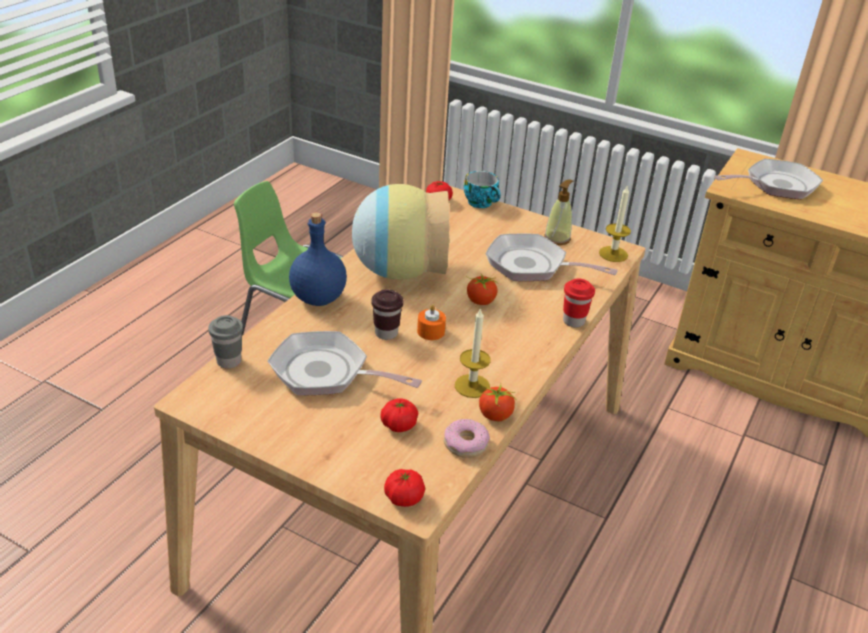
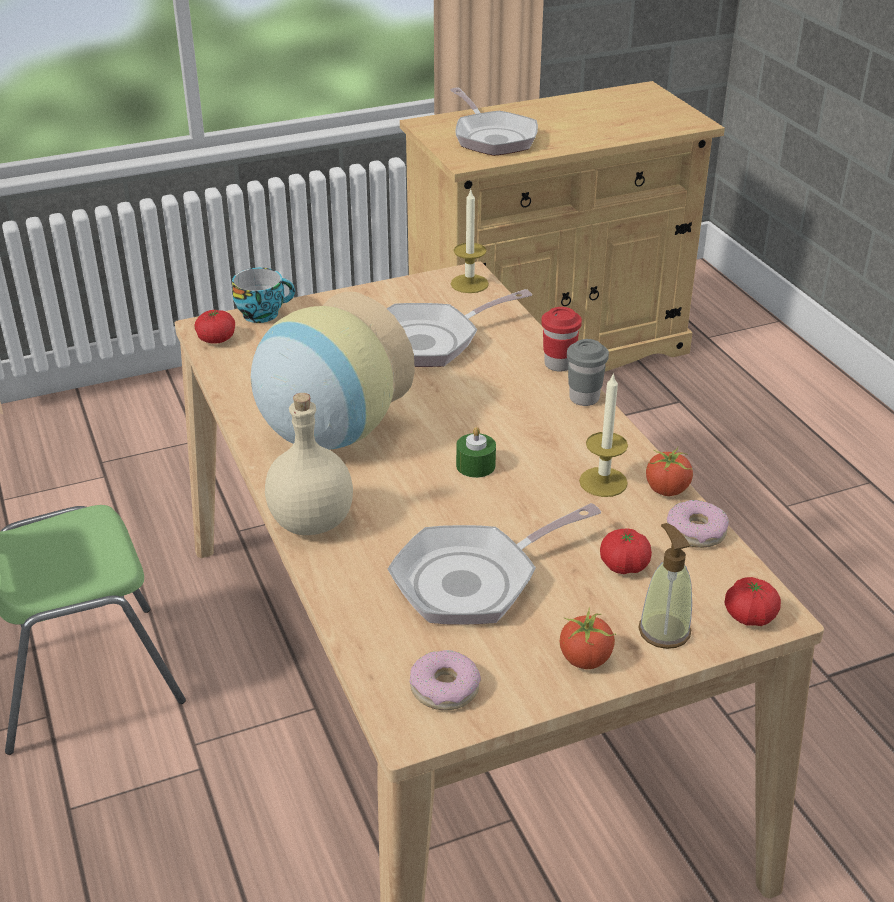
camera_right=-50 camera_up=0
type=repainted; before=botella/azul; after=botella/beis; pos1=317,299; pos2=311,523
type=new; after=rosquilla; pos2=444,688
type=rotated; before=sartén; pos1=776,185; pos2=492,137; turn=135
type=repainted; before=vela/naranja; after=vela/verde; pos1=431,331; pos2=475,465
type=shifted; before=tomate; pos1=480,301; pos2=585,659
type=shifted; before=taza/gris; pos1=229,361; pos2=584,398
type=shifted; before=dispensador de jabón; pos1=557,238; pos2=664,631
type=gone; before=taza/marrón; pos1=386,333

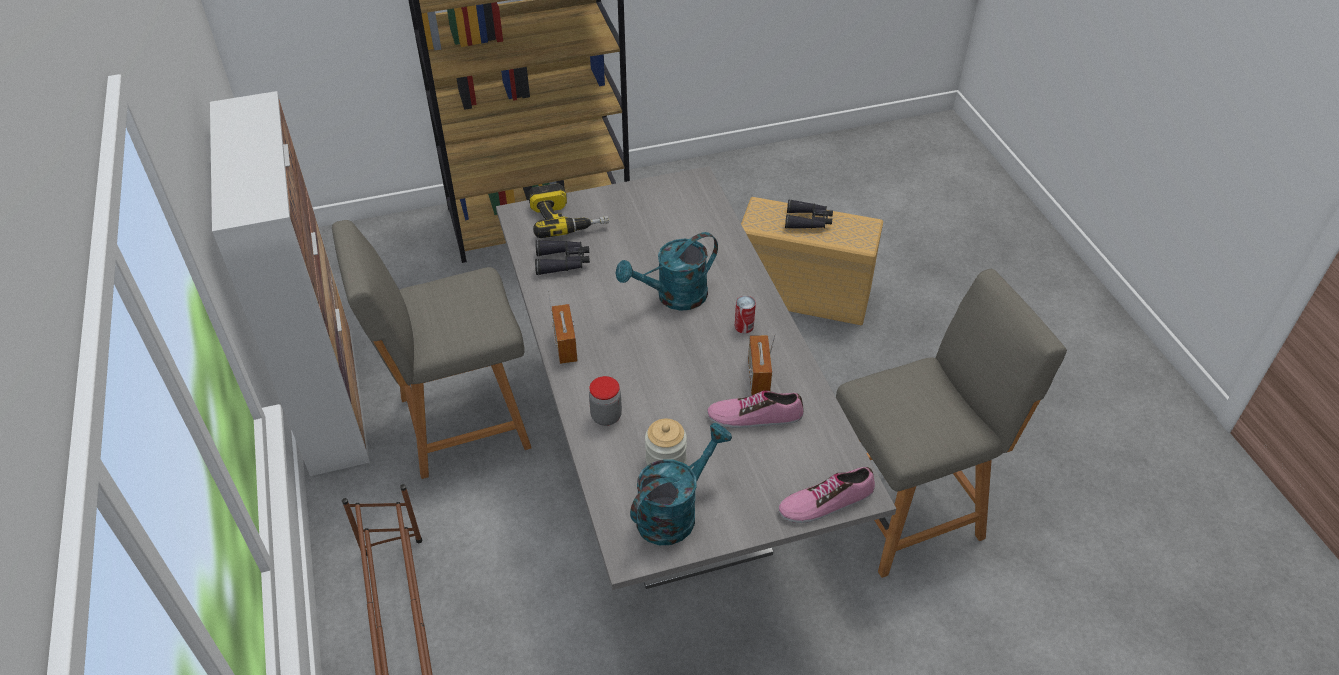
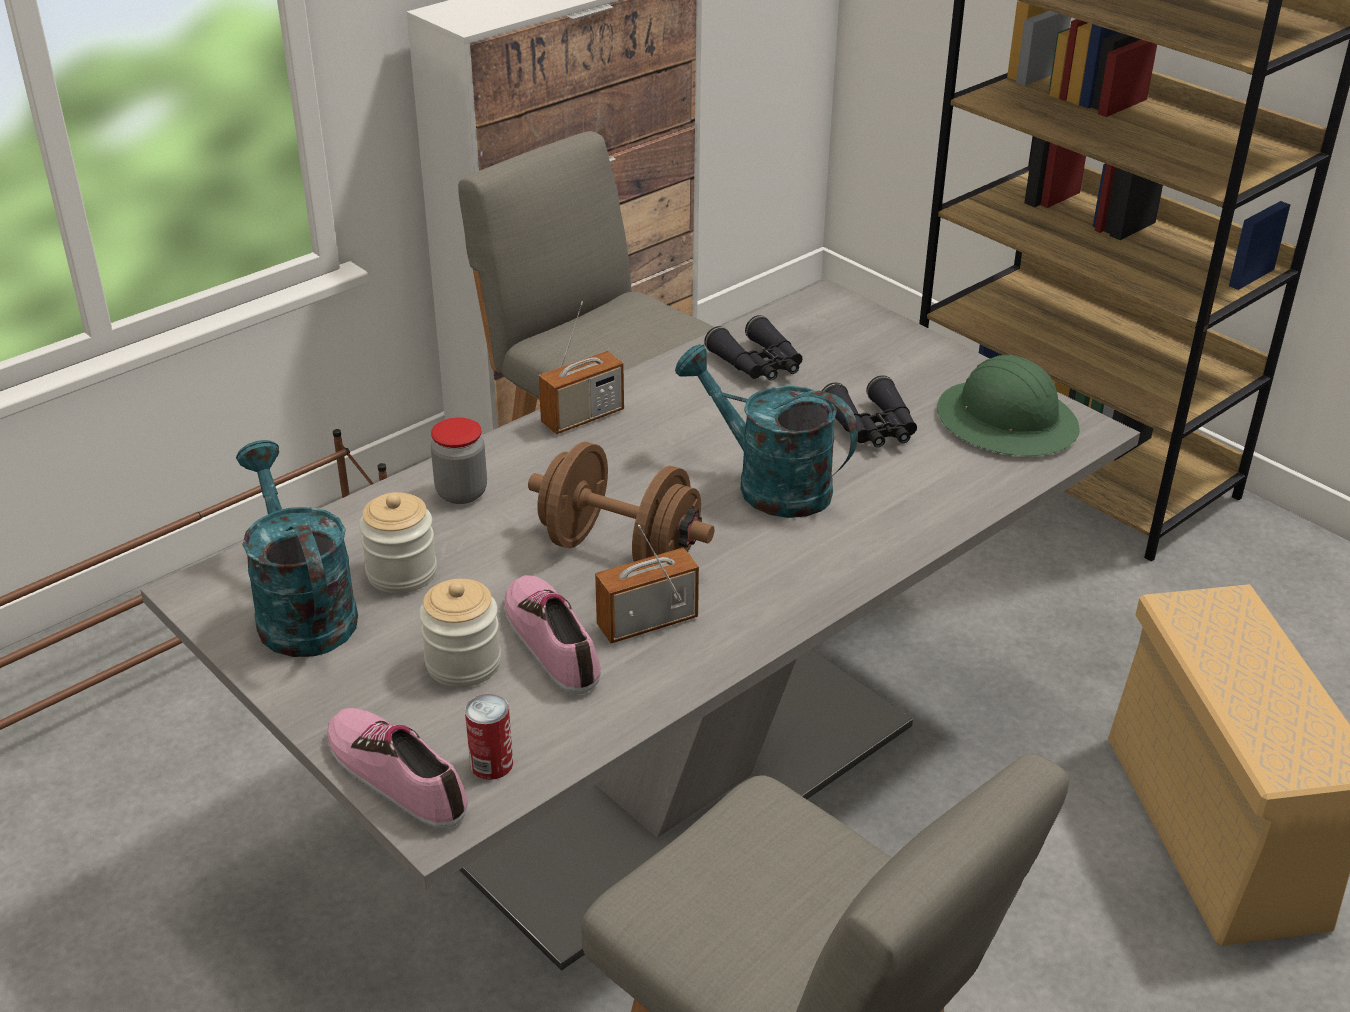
camera_right=65 camera_up=-10
type=rotated; before=regadera/turquesa; pos1=674,512; pos2=300,610; turn=-135
type=new; after=tarro; pos2=463,663
type=shifted; before=lata; pos1=744,326; pos2=491,764
type=new; after=mancuerna/marrón; pos2=620,550
type=shifted; before=prismáticos/negro; pos1=808,221; pos2=872,428
type=new; after=casco/verde; pos2=1007,422
type=gone; before=taladro; pos1=567,218

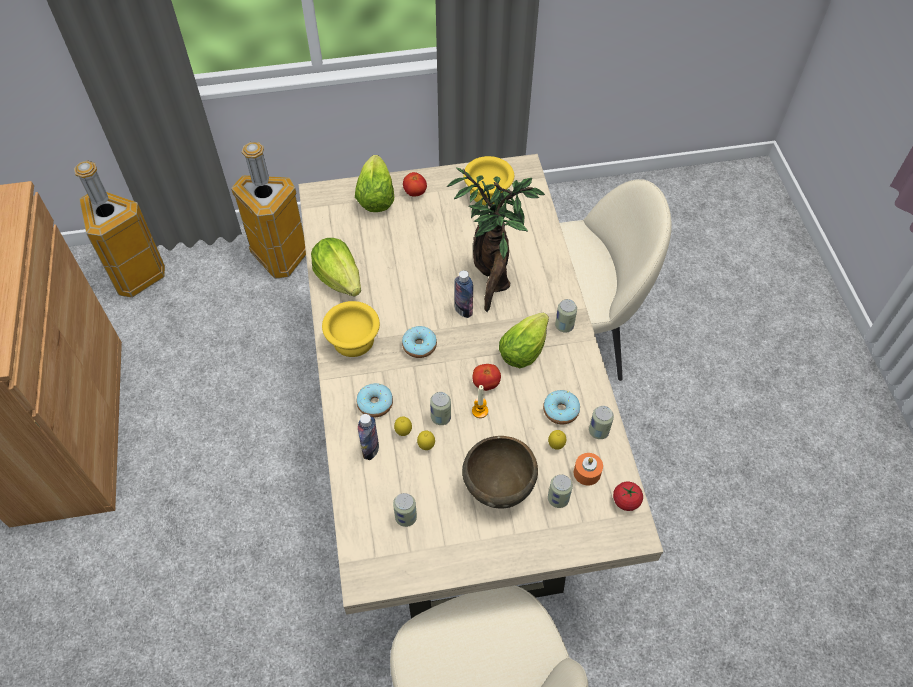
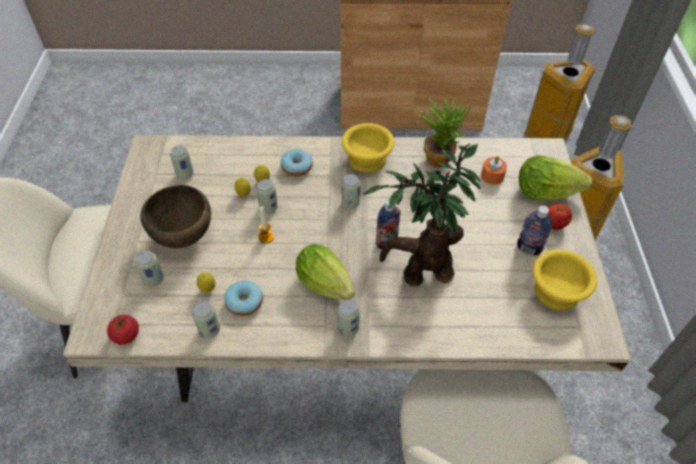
camera_right=100 camera_up=-5
type=swapped; before=rosquilla; after=lata; pos1=419,346; pos2=350,203
type=swapped; before=lechuga; after=planta en maceta; pos1=339,279; pos2=439,156
type=shifted; before=vela/naranja; pos1=587,473; pos2=492,176
type=shifted; before=botella; pos1=370,449; pos2=528,249
type=gone; before=tomate; pos1=486,383

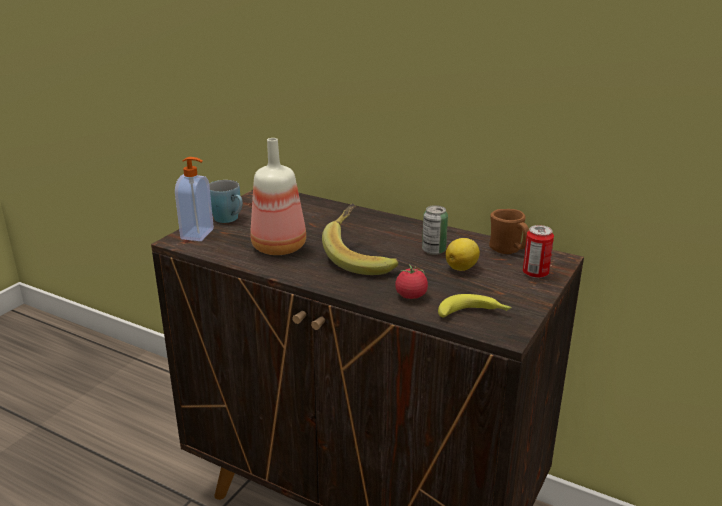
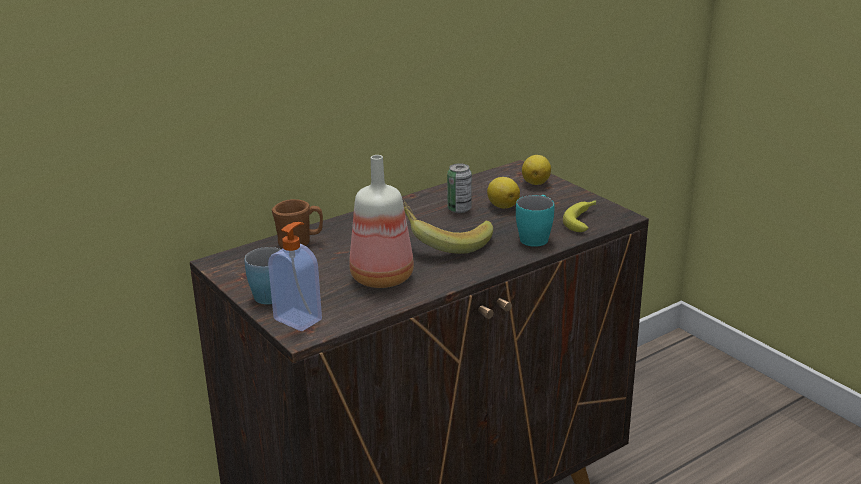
camera_right=-65 camera_up=0
type=shifted; before=taza grande/marrón; pos1=508,250; pos2=299,243
type=swapped; before=tomate; after=taza grande/turquesa; pos1=411,296; pos2=535,237
type=swapped; before=lata; after=limón; pos1=535,274; pos2=536,182

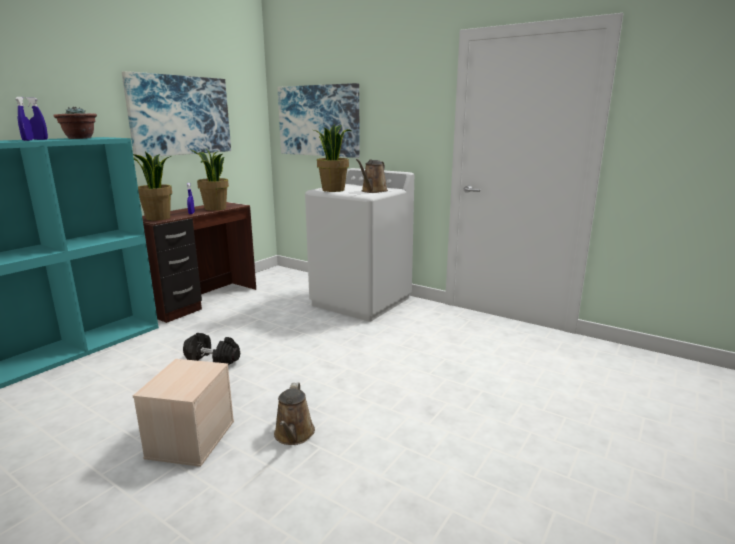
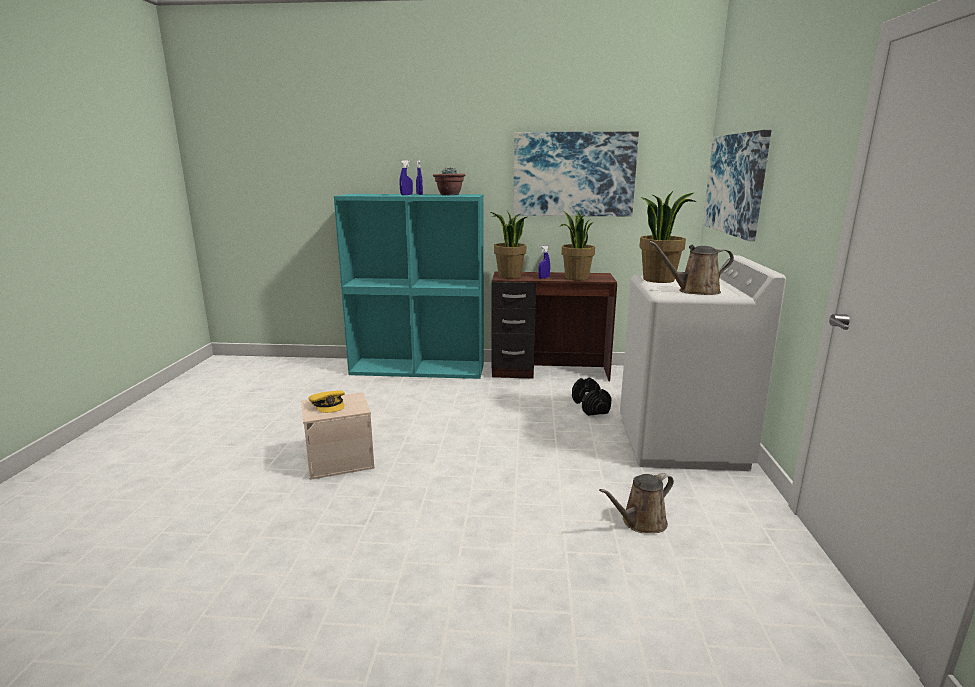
camera_right=60 camera_up=0
type=new; after=gorra/amarillo; pos2=328,405
type=shifted; before=mancuerna/negro; pos1=213,360; pos2=590,407
type=shifted; before=regadera/marrón; pos1=293,435; pos2=640,522

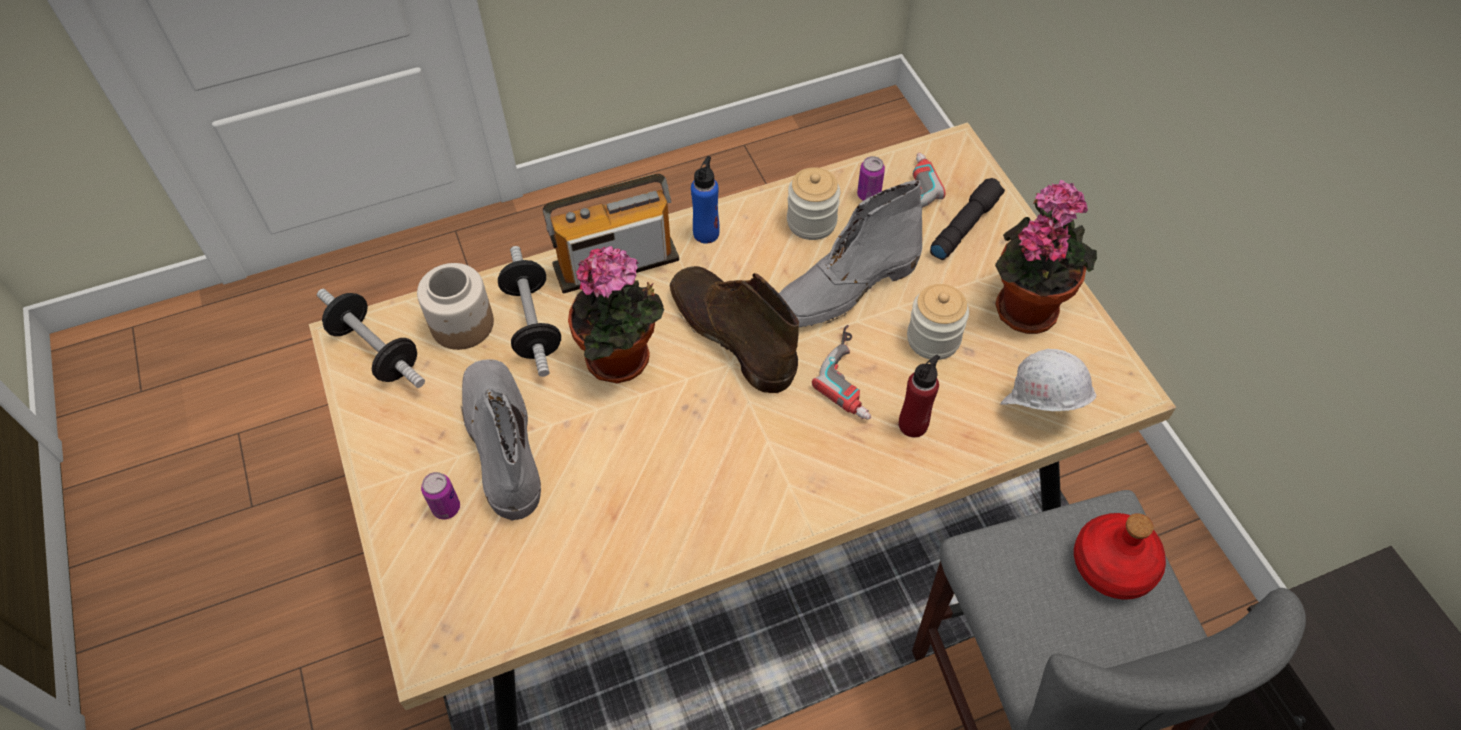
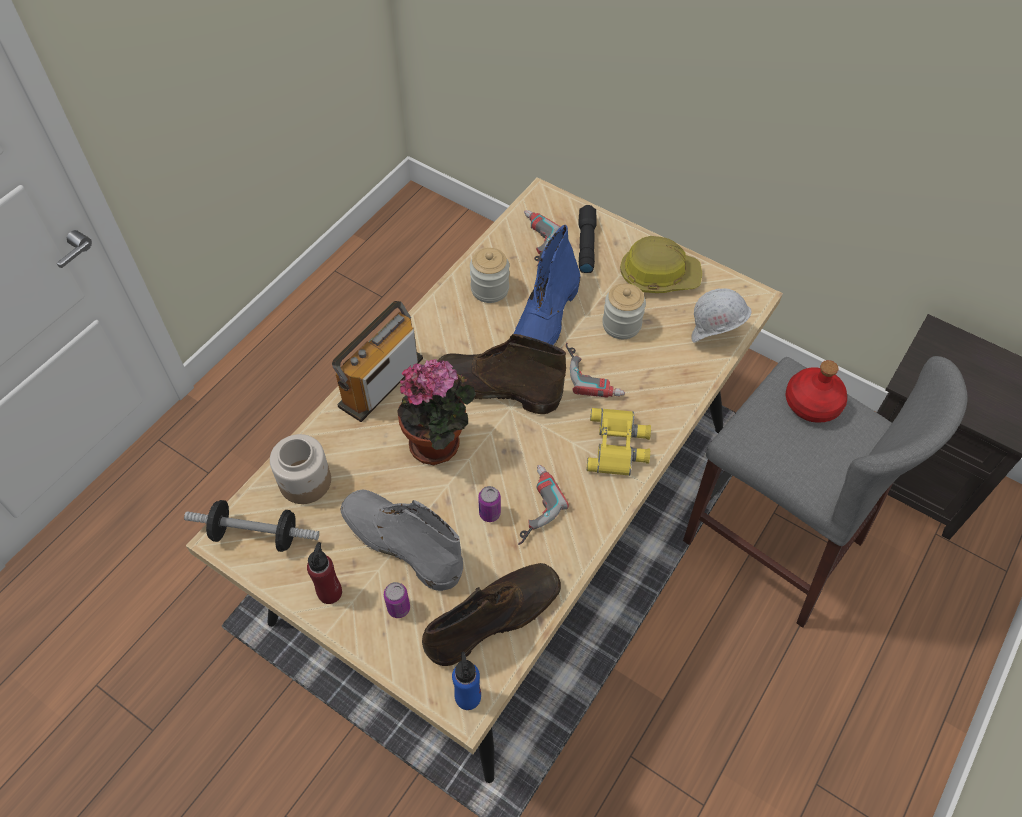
camera_right=-35 camera_up=0
type=shifted; before=botella/rojo; pos1=913,424; pos2=330,592
type=new; after=bota/marrón; pos2=494,617
type=shifted; before=botella/azul; pos1=706,233; pos2=468,697
type=shifted; before=lata; pos1=868,195; pos2=489,513
type=repainted; before=bota/gris; after=bota/azul; pos1=846,288; pos2=545,321
type=new; after=taladro; pos2=531,506
type=new; after=prismáticos/amarillo; pos2=619,446
type=swapped; before=planta en maceta; after=casco; pos1=1026,305; pos2=658,275
type=gone; before=mancuerna; pos1=532,323

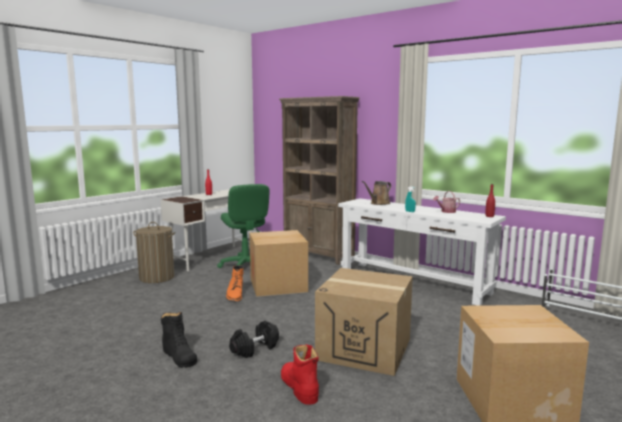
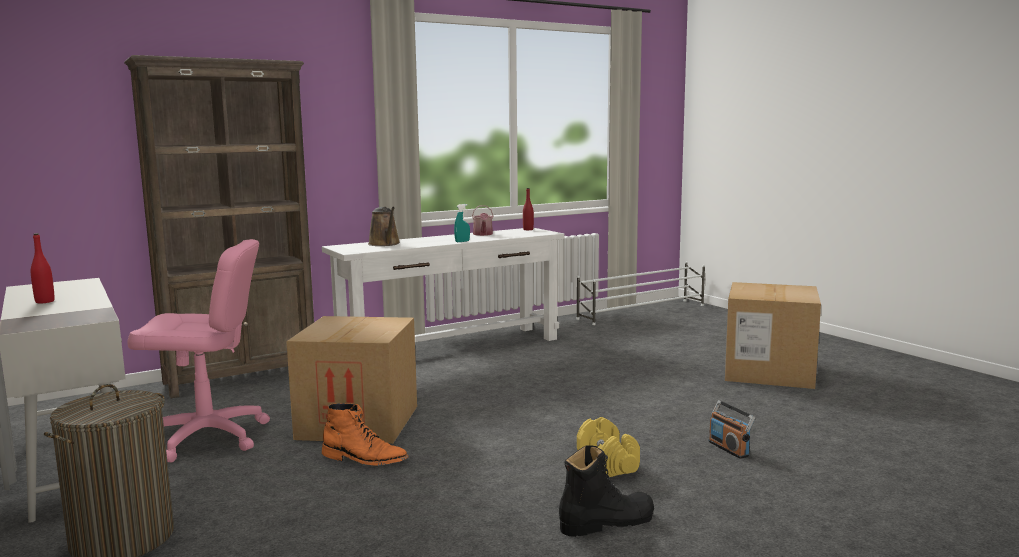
camera_right=-70 camera_up=0
type=repainted; before=silla de oficina/verde; after=silla de oficina/rosa; pos1=245,266; pos2=207,437
type=repainted; before=mancuerna/negro; after=mancuerna/amarillo; pos1=255,349; pos2=608,463
type=swapped; before=bota/rojo; after=radio; pos1=299,387; pos2=729,449
type=gone; before=caja de cartón; pos1=364,349

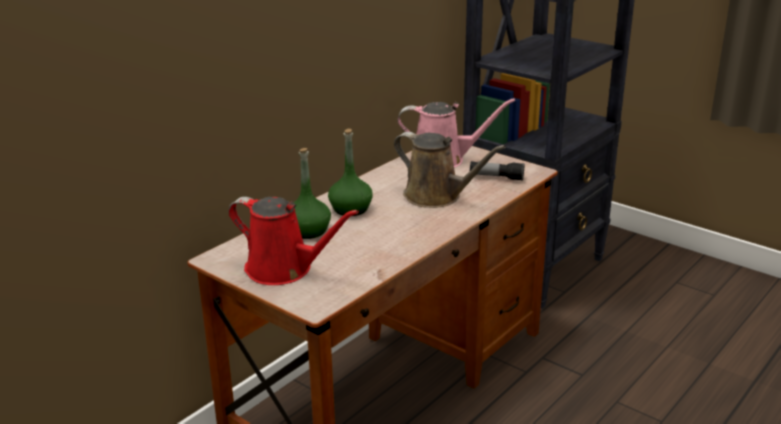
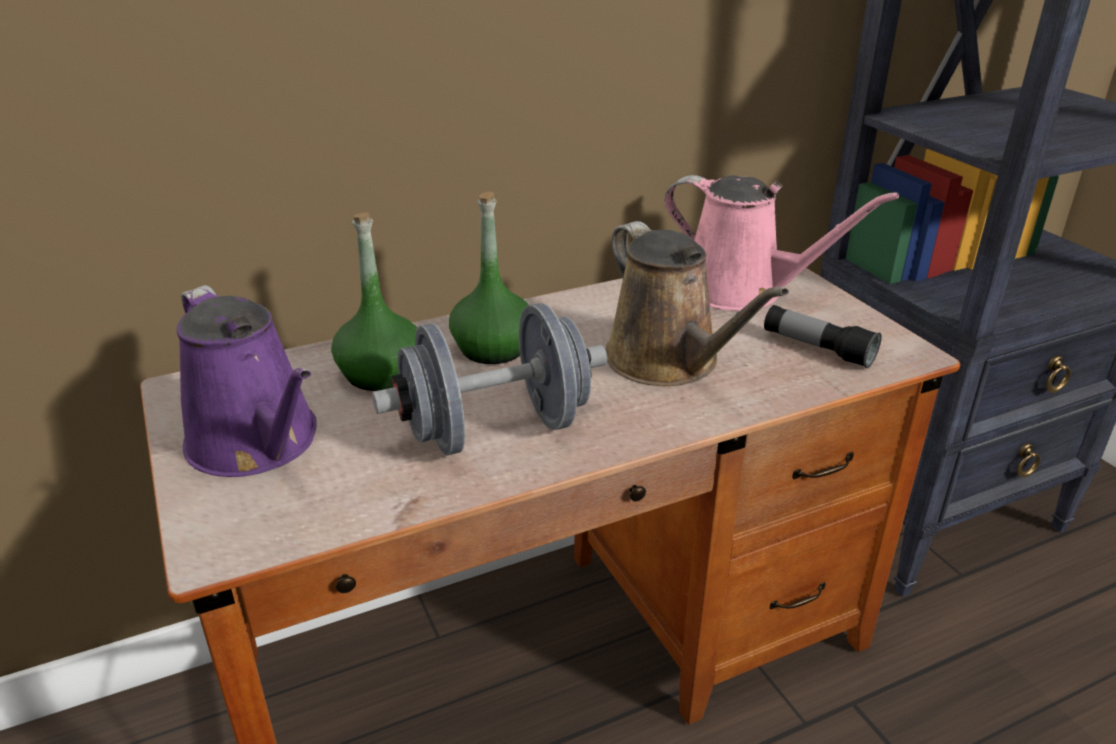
camera_right=25 camera_up=5
type=repainted; before=regadera/rojo; after=regadera/morado; pos1=284,269; pos2=258,444
type=new; after=mancuerna/gris; pos2=496,430

